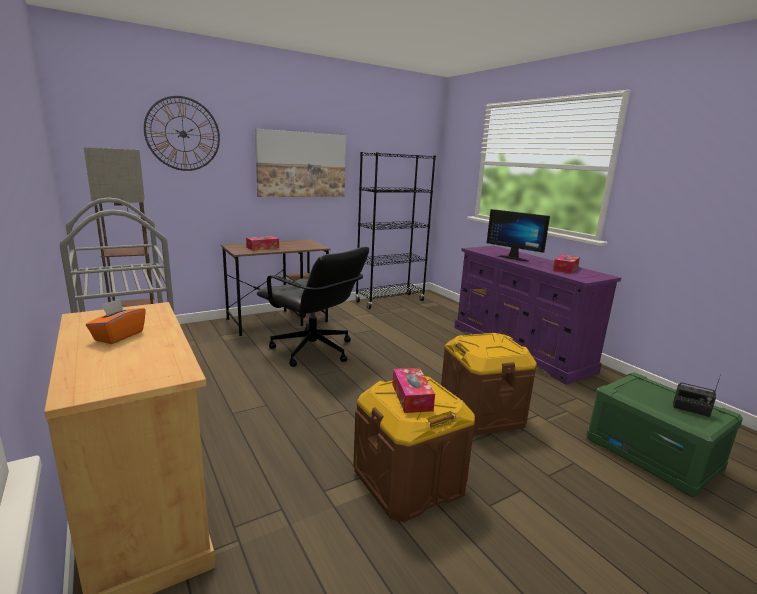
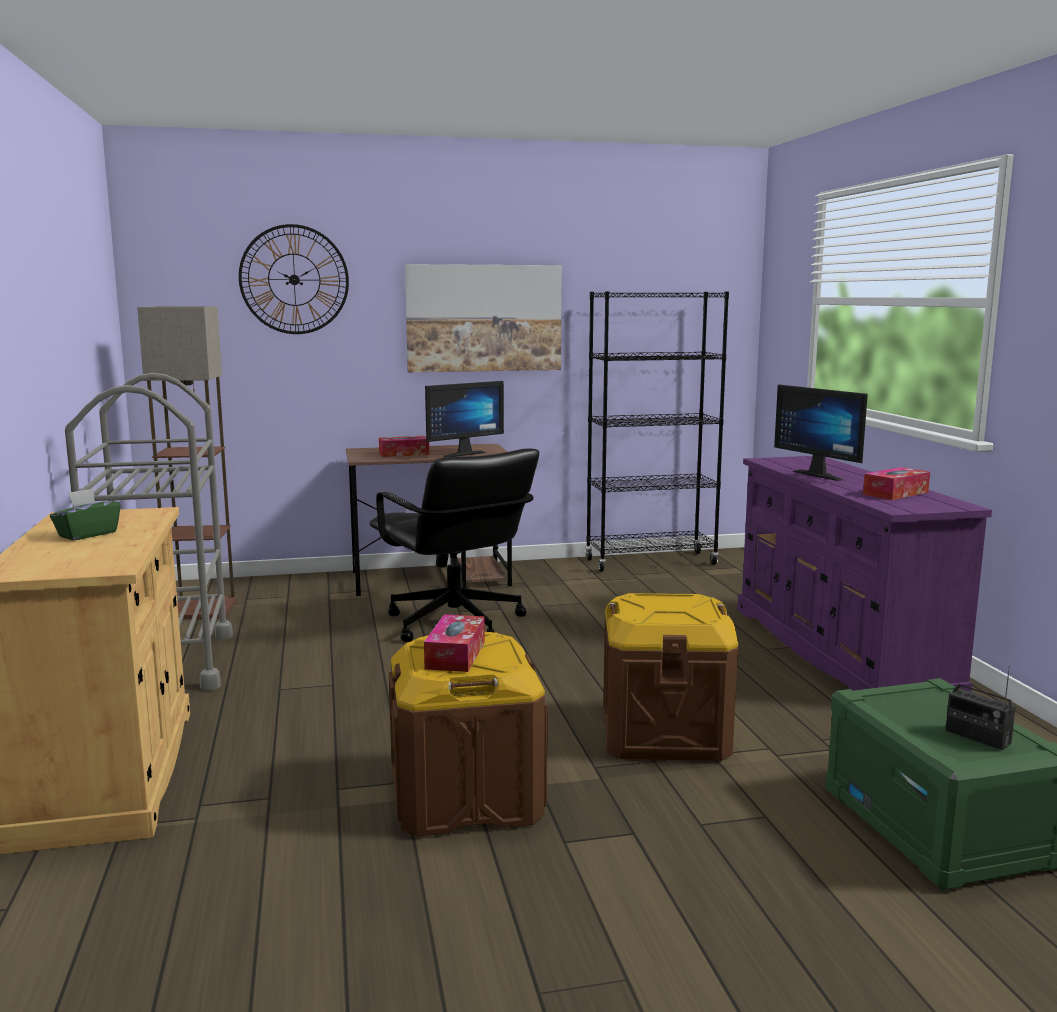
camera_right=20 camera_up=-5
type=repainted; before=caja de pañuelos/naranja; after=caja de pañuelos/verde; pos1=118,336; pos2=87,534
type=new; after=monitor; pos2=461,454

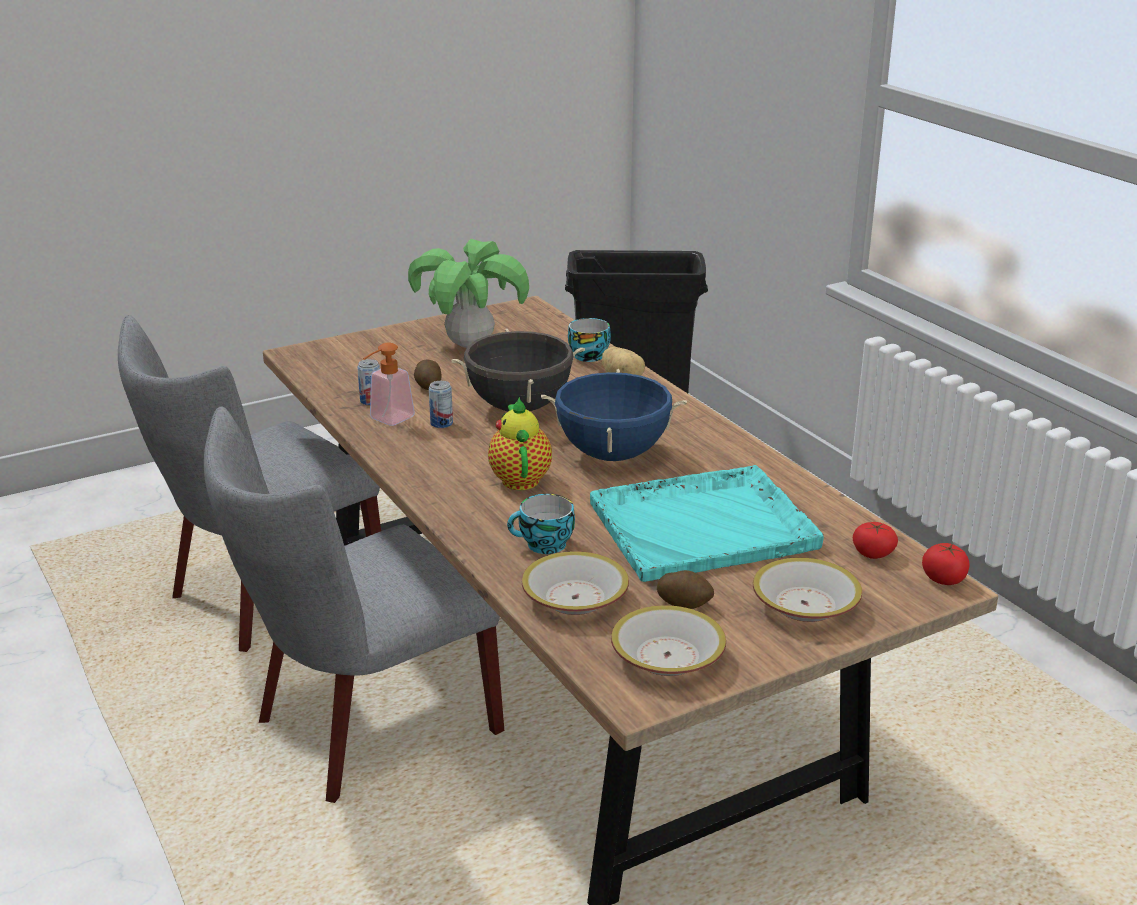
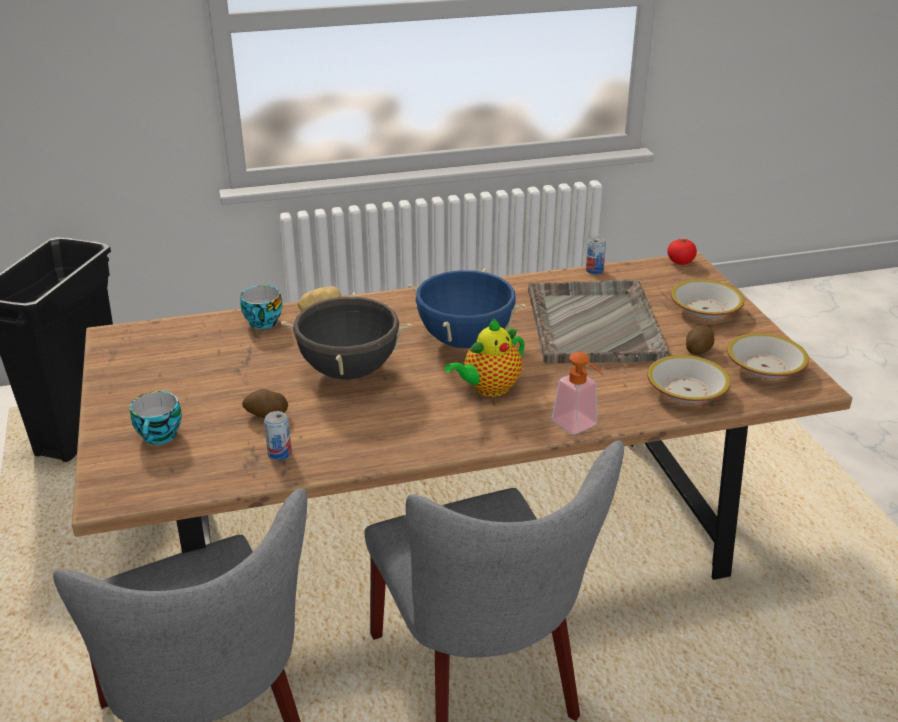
camera_right=-75 camera_up=5
type=shifted; before=taza; pos1=544,545; pos2=160,436
type=rotated; before=tetera; pos1=520,478; pos2=488,389; turn=-45
type=repainted; before=bandeja/turquesa; after=bandeja/gris; pos1=705,526; pos2=594,323
type=shifted; before=dispensador de jabón; pos1=386,420; pos2=579,426
type=shifted; before=lata; pos1=441,423; pos2=594,270
type=gone; before=planta en maceta; pos1=469,344
type=gone; before=tomate; pos1=873,553

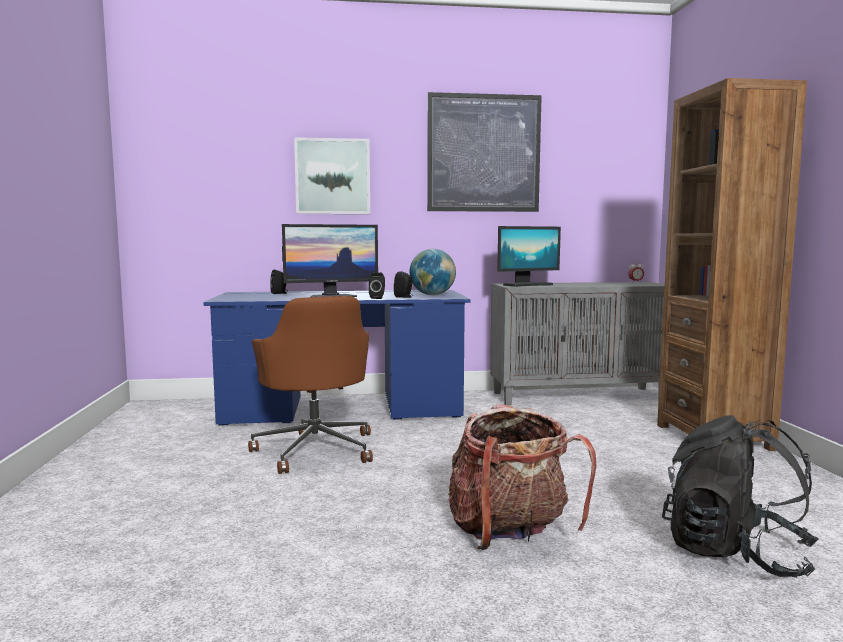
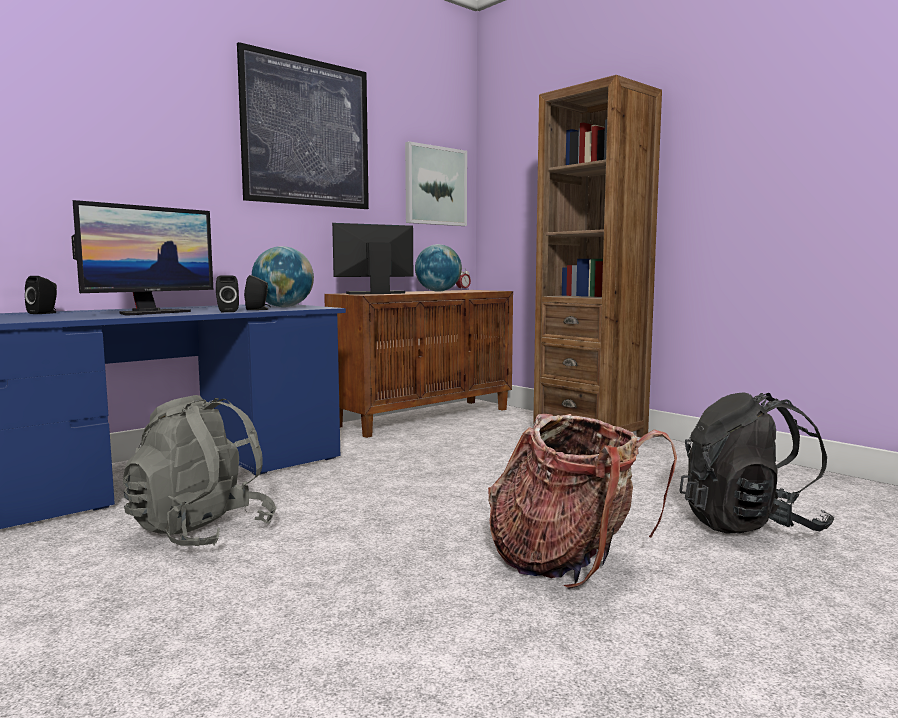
camera_right=-35 camera_up=0
type=swapped; before=silla de oficina/marrón; after=mochila/gris; pos1=316,449; pos2=201,532
type=repainted; before=armario/gris; after=armario/marrón; pos1=578,396; pos2=425,417
type=rotated; before=monitor; pos1=527,285; pos2=375,293; turn=-150
type=shifted; before=cuadro; pos1=332,176; pos2=435,186
type=new; after=globo terráqueo; pos2=438,291

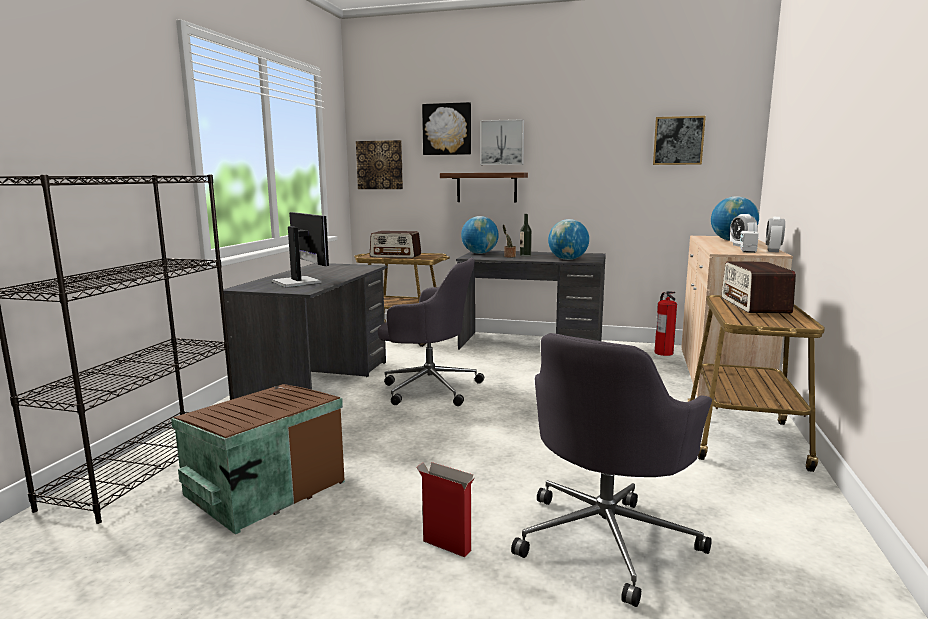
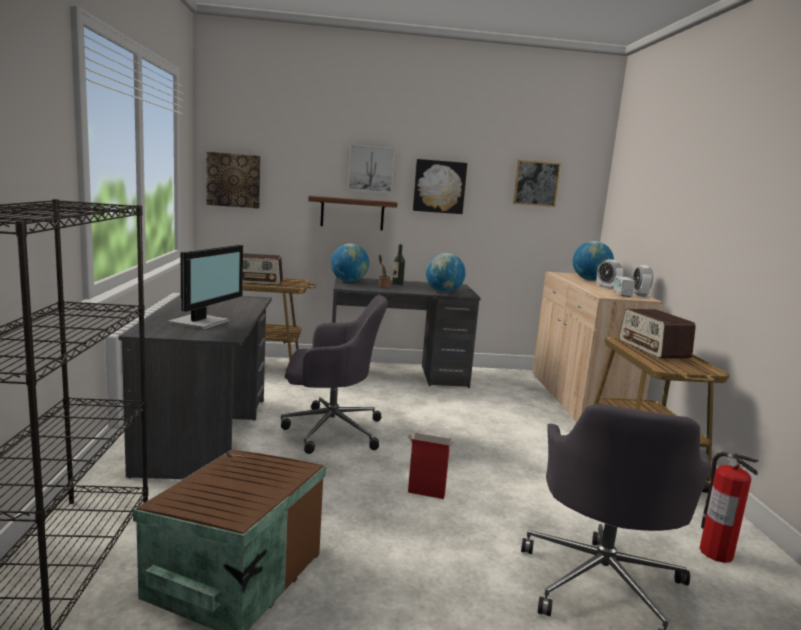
camera_right=-20 camera_up=0
type=rotated; before=monitor; pos1=298,282; pos2=201,322; turn=75
type=shifted; before=caja de cartón; pos1=445,545; pos2=425,493
type=shifted; before=cuadro; pos1=447,129; pos2=439,186
type=shifted; before=extintor; pos1=663,353; pos2=715,552

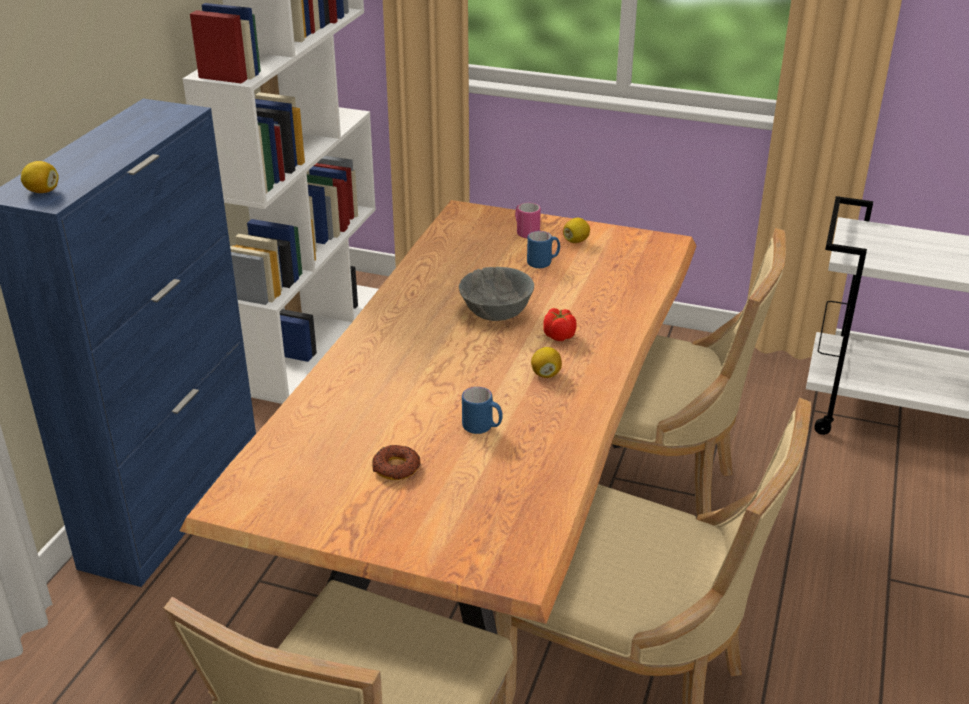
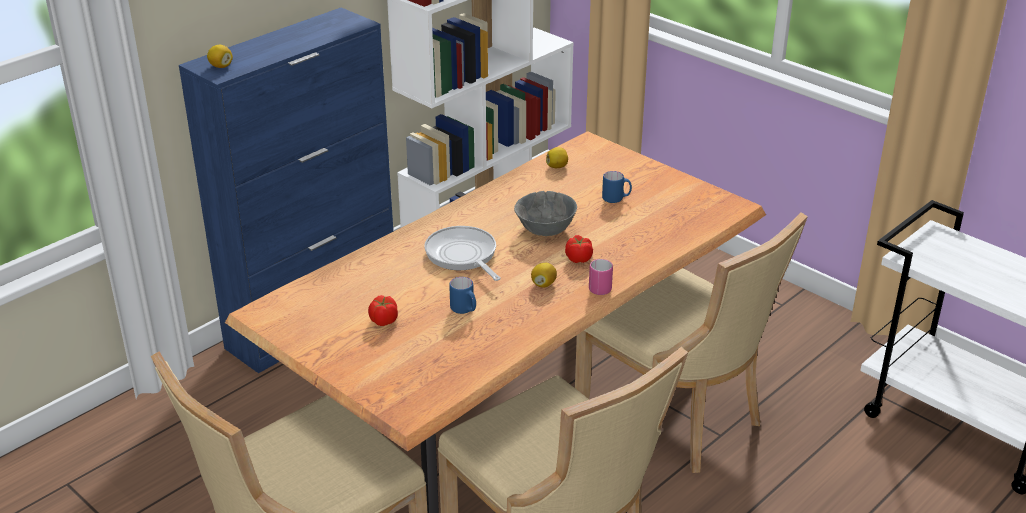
camera_right=25 camera_up=0
type=swapped; before=rosquilla; after=tomate; pos1=396,468; pos2=383,320
type=new; after=sartén; pos2=463,256
type=shifted; before=limón; pos1=576,241; pos2=557,166
type=shifted; before=taza grande/rosa; pos1=525,232; pos2=599,287

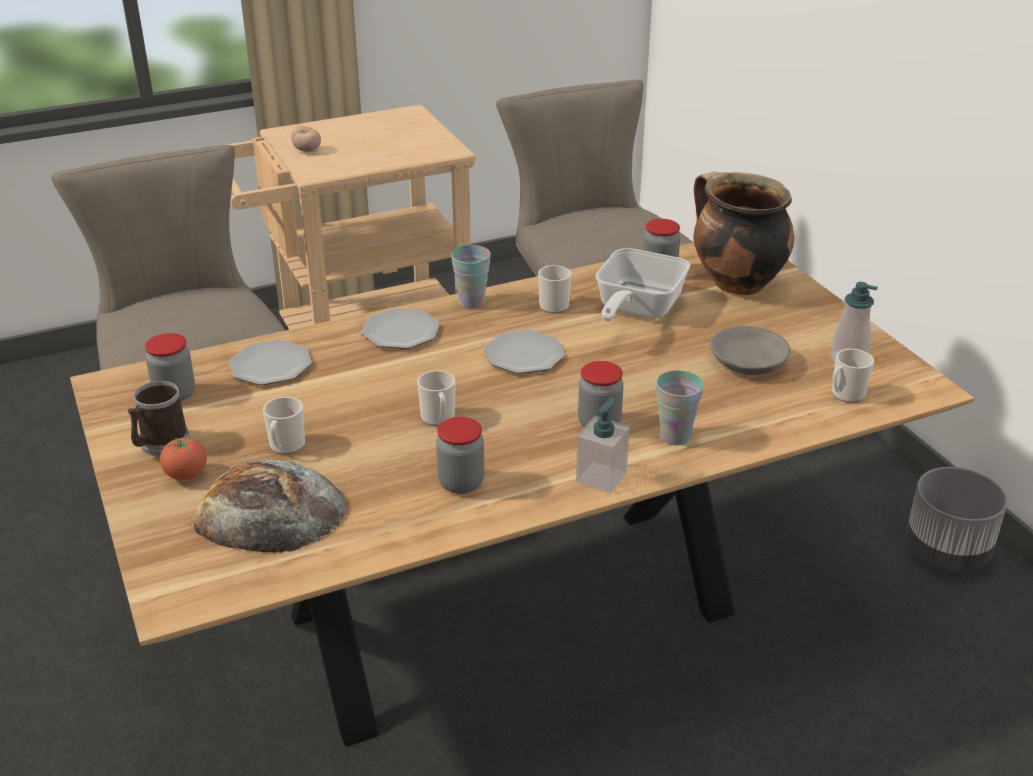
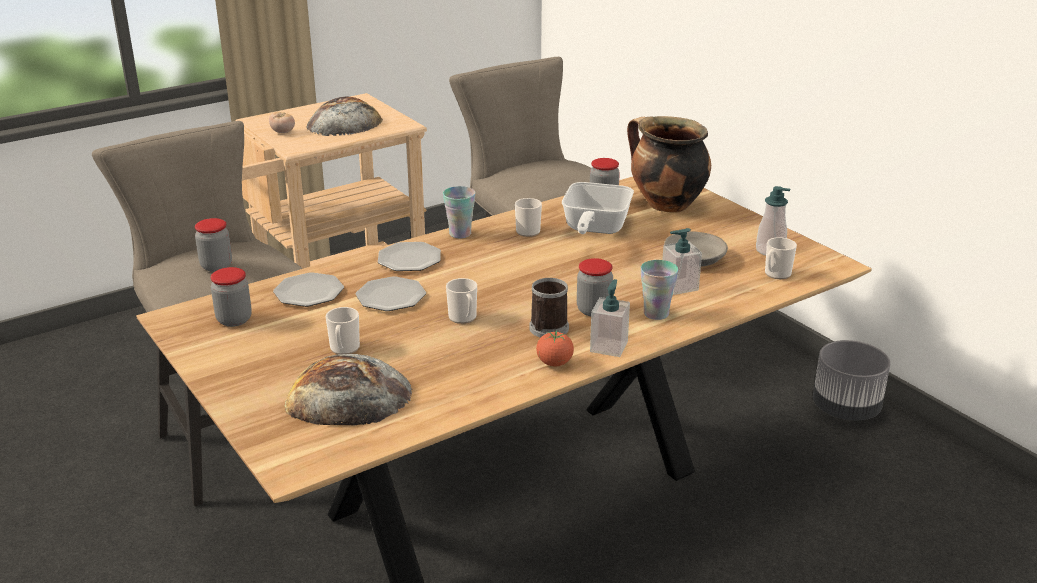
camera_right=-10 camera_up=-5
type=shifted; before=tarro; pos1=461,483; pos2=216,266
type=new; after=pan; pos2=344,122
type=shifted; before=plato; pos1=523,355; pos2=390,296
type=shifted; before=taza grande; pos1=161,444; pos2=547,330
type=shifted; before=tomate; pos1=186,475; pos2=554,363
type=new; after=dispensador de jabón; pos2=679,286

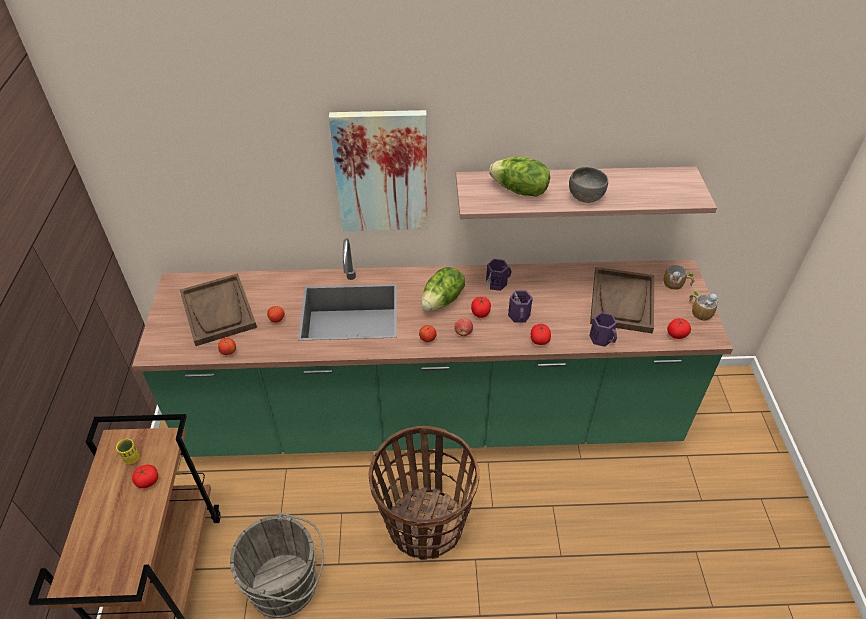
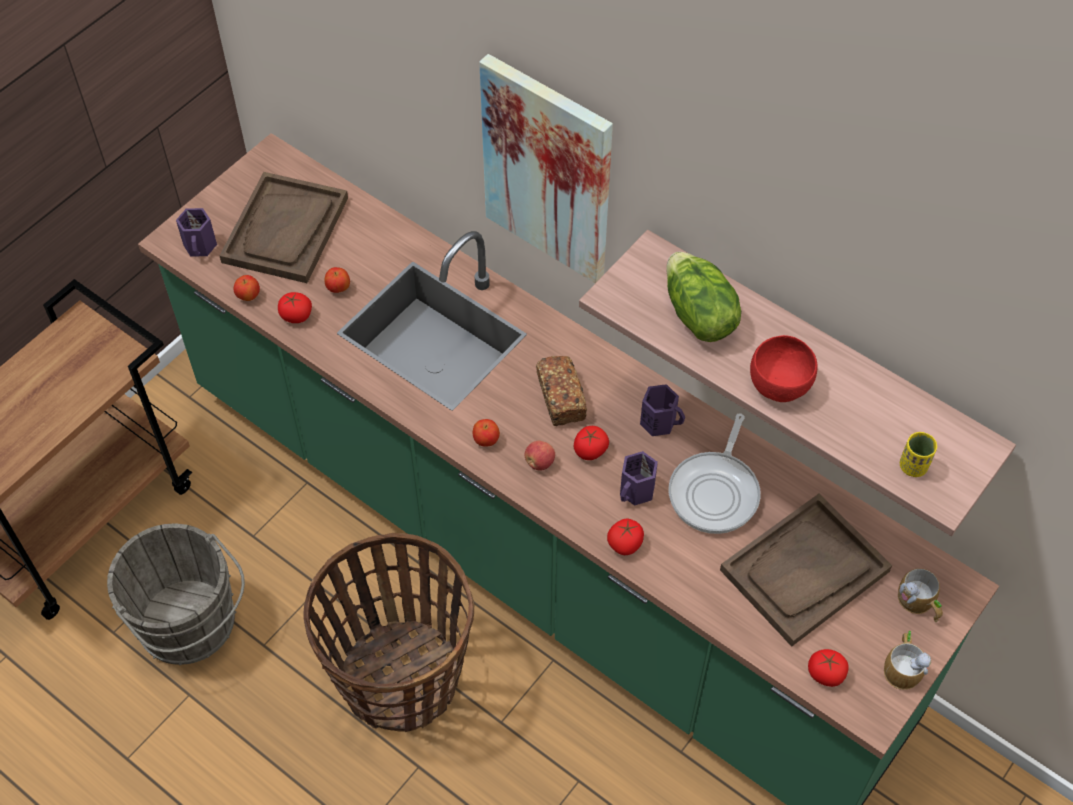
camera_right=40 camera_up=10
type=shifted; before=taza grande/morado; pos1=602,338; pos2=201,246
type=shifted; before=tomate; pos1=148,481; pos2=296,316
type=swapped; before=lechuga; after=pan; pos1=443,300; pos2=561,399
type=new; after=sartén; pos2=715,491
type=repainted; before=cuenco/gris; after=cuenco/rojo; pos1=585,196; pos2=780,383
type=shifted; before=taza/amarillo; pos1=132,458; pos2=913,466

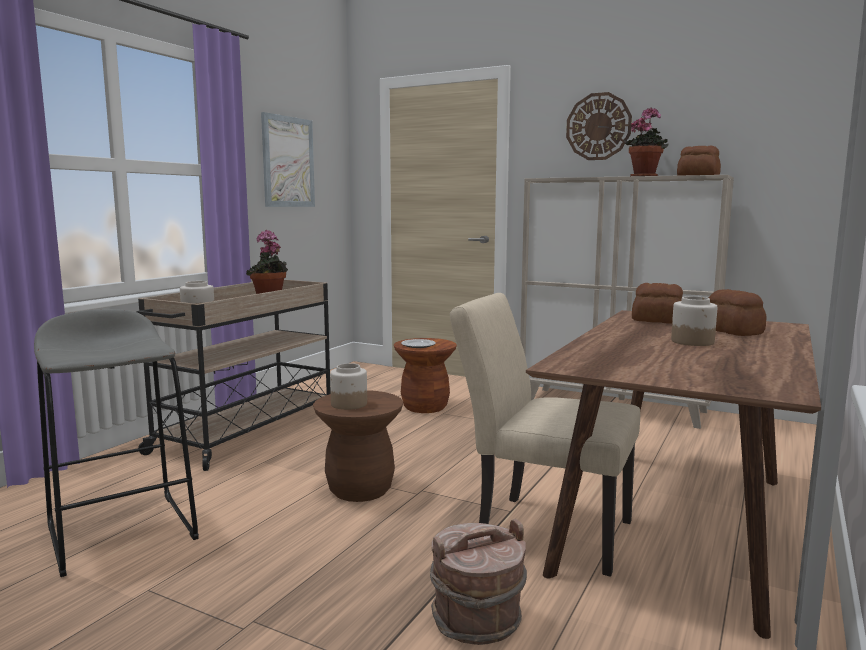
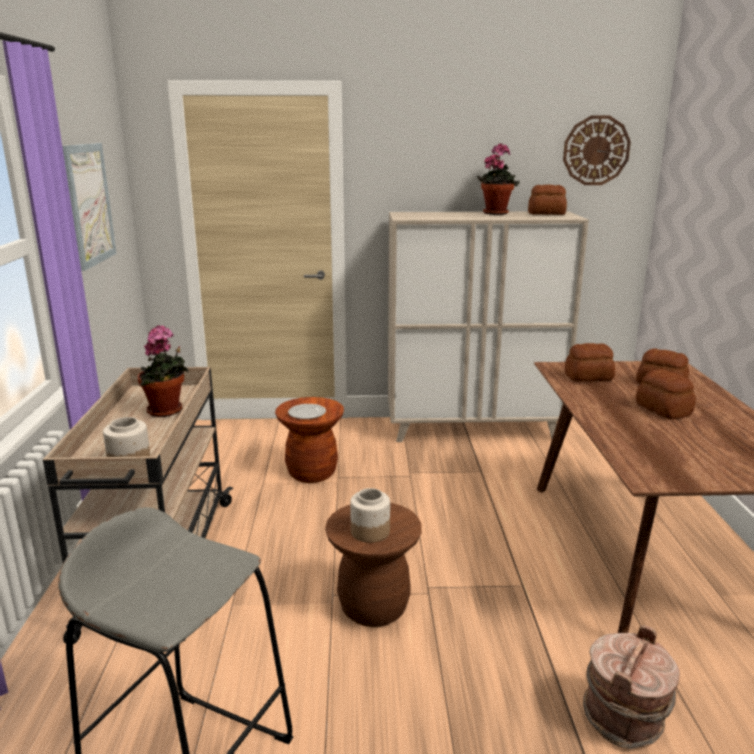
camera_right=-30 camera_up=10
type=shifted; before=reloj de pared; pos1=598,126; pos2=596,150
type=swapped; before=tarro; after=pan; pos1=692,341; pos2=663,409
type=gone; before=silla/beis; pos1=542,529

